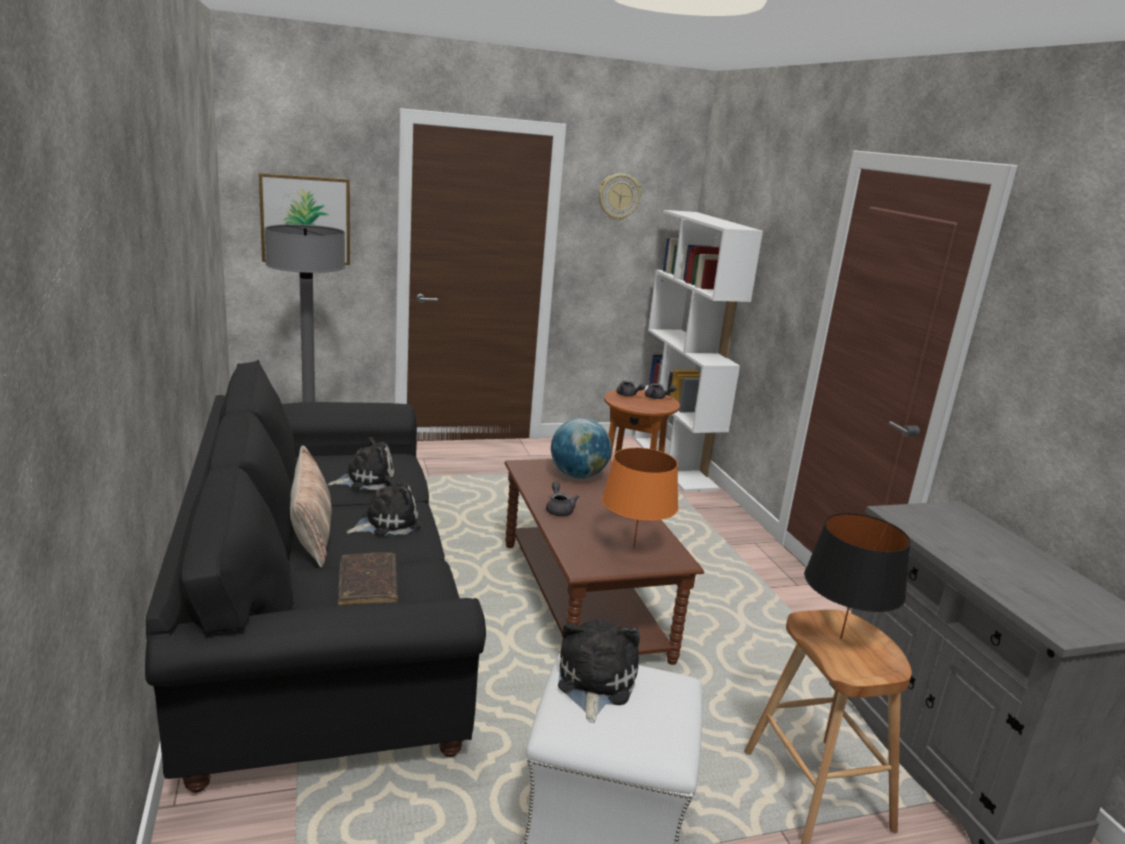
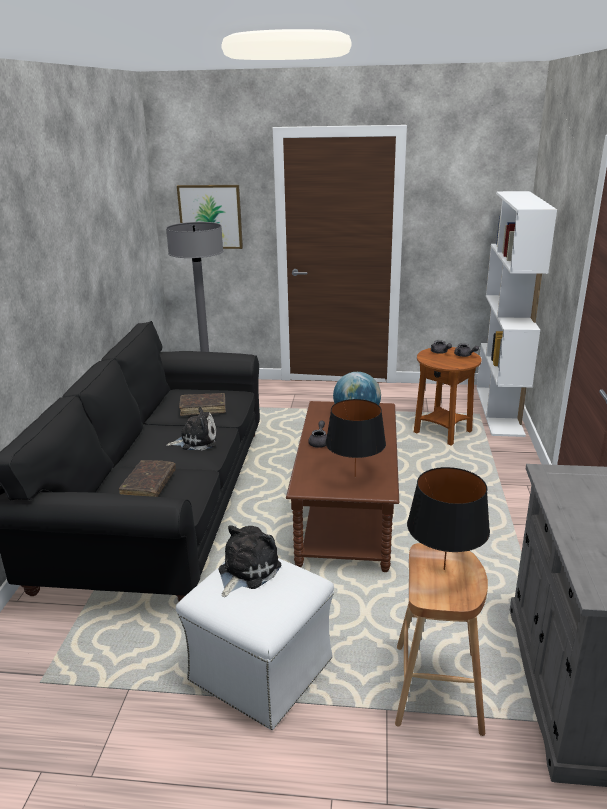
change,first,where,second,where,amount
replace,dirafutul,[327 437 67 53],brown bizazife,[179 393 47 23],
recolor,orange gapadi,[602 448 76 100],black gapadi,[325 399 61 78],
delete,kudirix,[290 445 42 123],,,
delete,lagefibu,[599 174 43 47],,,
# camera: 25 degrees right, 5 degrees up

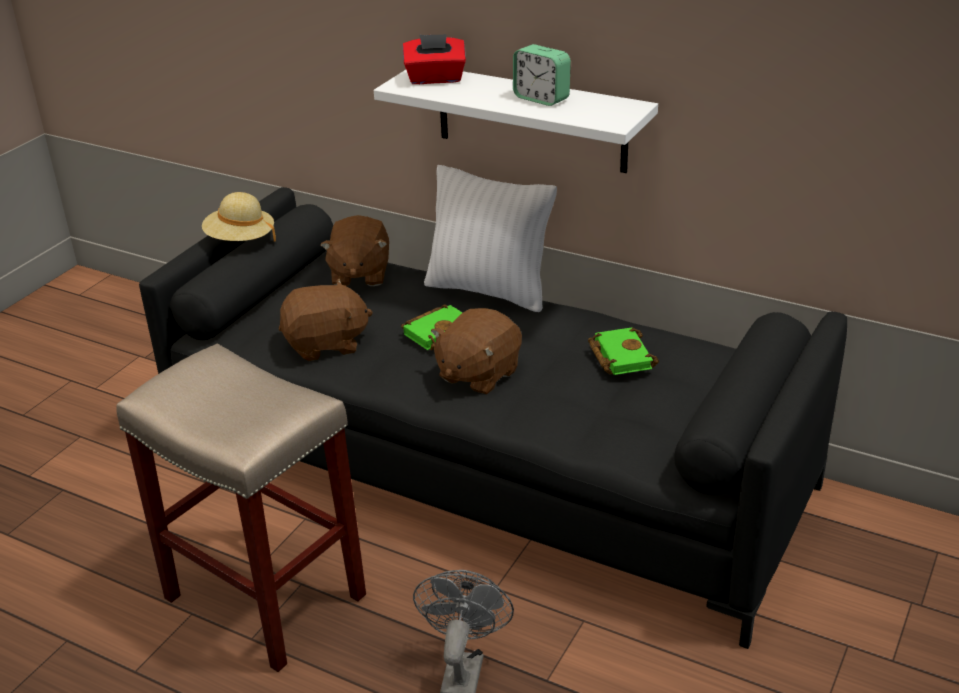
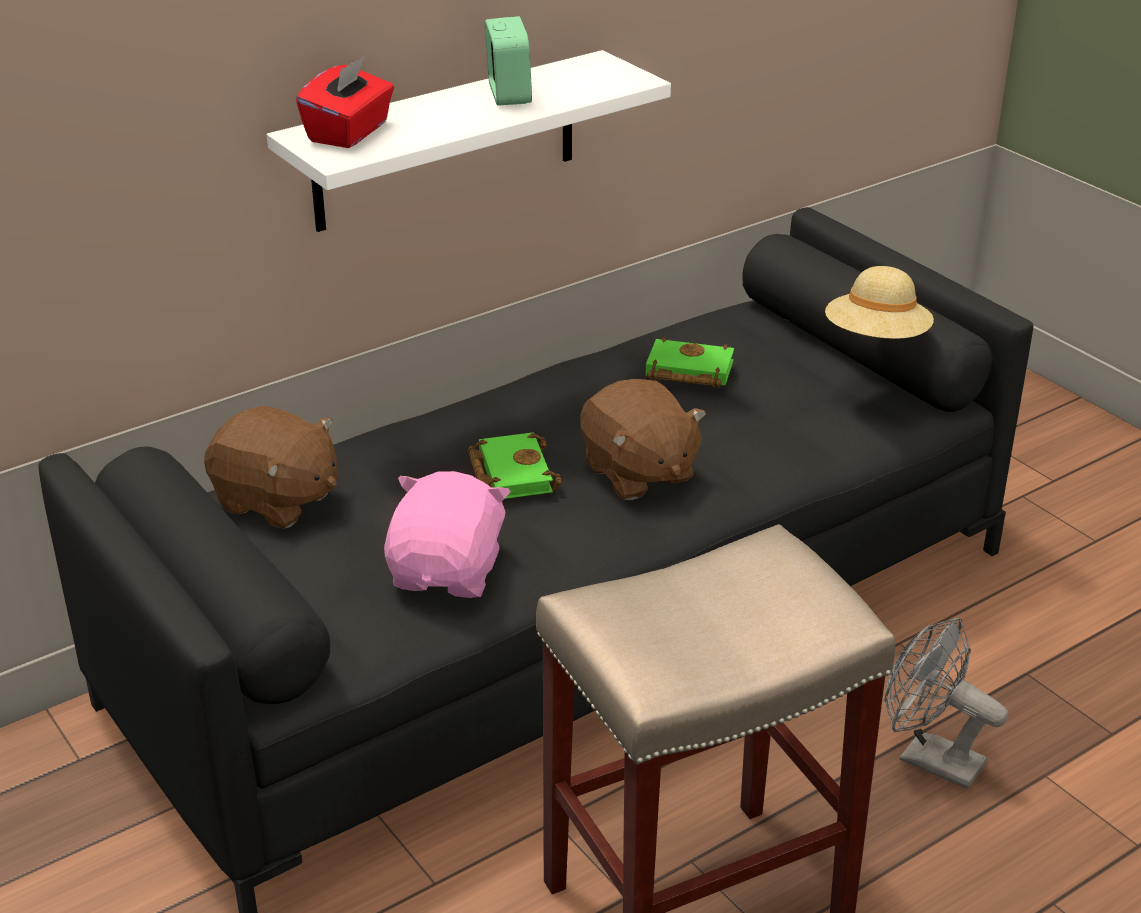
change,first,where,second,where,amount
recolor,brown dirafutul,[279 278 94 83],pink dirafutul,[384 471 126 127],
rotate,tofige,[513 44 58 62],,[485 16 47 90],75 degrees counterclockwise
move,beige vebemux,[202 192 74 50],,[825 266 109 73],
delete,white kudirix,[424 165 133 147],,,
# camera: 65 degrees left, 0 degrees up

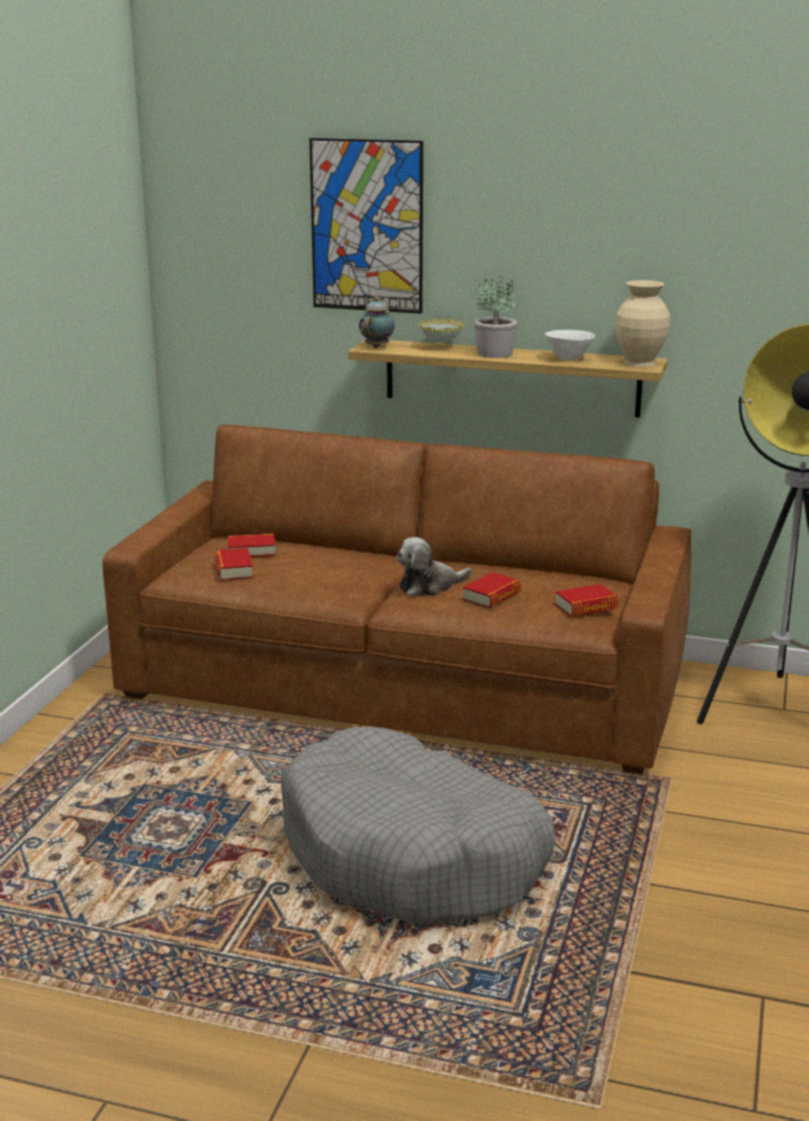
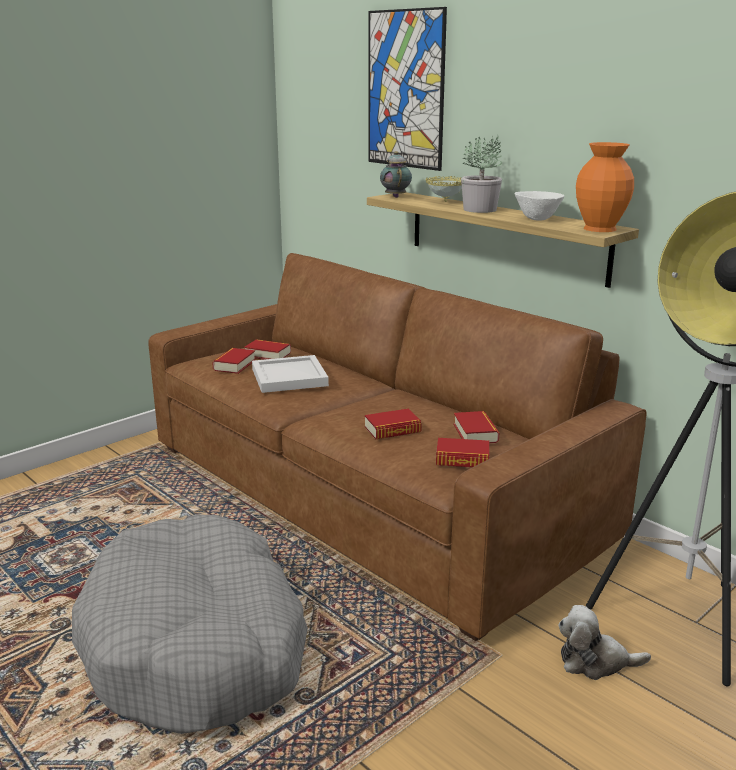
change,first,where,second,where,amount
insert,,,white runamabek,[252 355 77 38],
rotate,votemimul,[359 297 36 51],,[380 151 32 47],60 degrees counterclockwise
insert,,,bizazife,[453 411 46 33],
move,dirafutul,[396 537 76 60],,[558 605 93 75],
recolor,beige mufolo,[615 280 55 87],orange mufolo,[576 142 58 90],
# camera: 30 degrees right, 0 degrees up

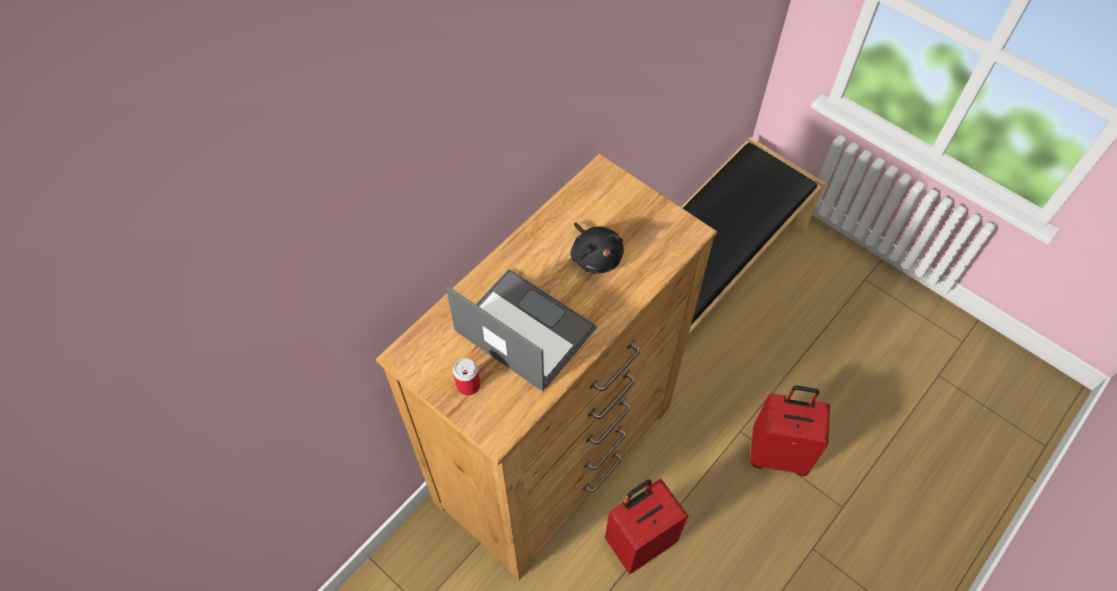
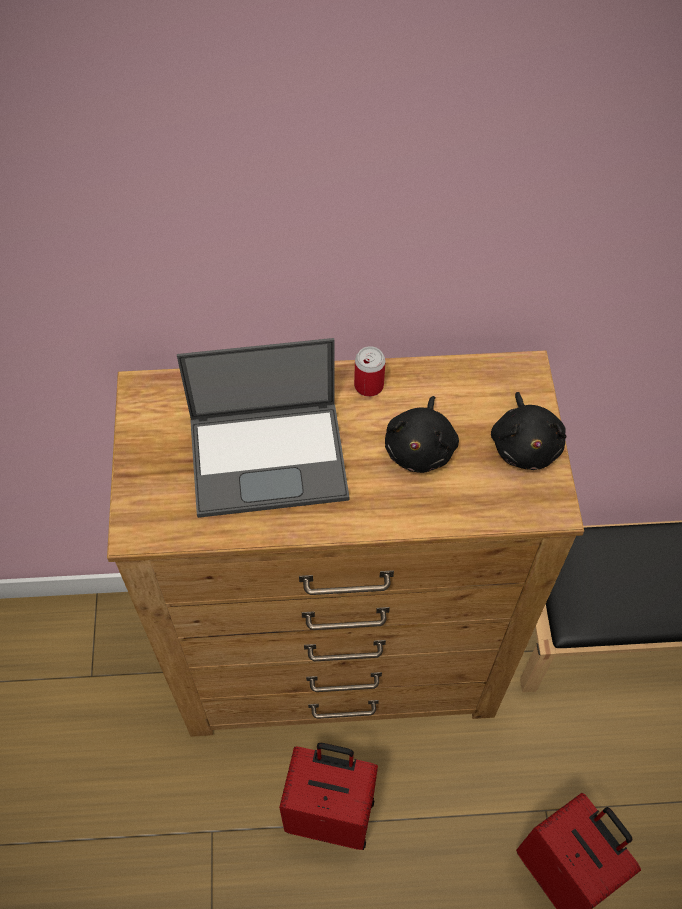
change,first,where,second,where,amount
rotate,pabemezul,[446 269 151 122],,[177 338 172 180],90 degrees clockwise
move,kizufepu,[453 358 27 38],,[354 346 32 51],
insert,,,black dirafutul,[491 392 75 78],
# camera: 45 degrees right, 0 degrees up

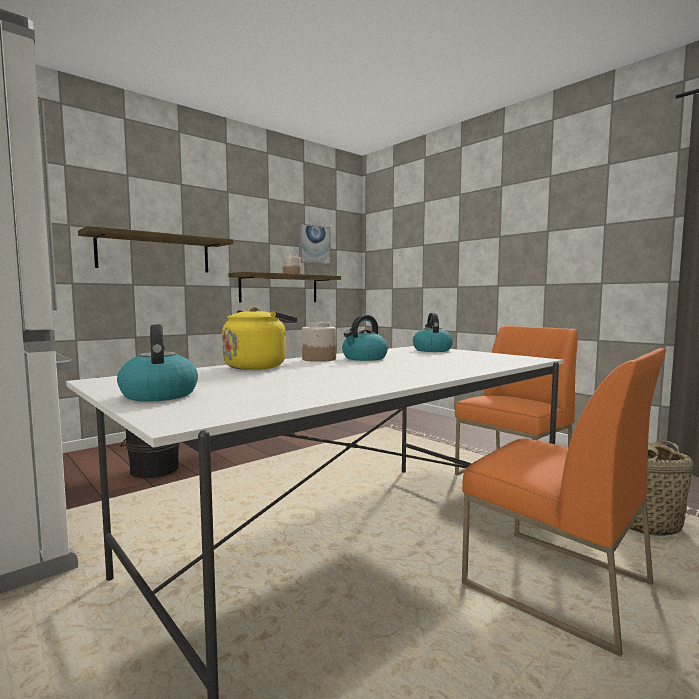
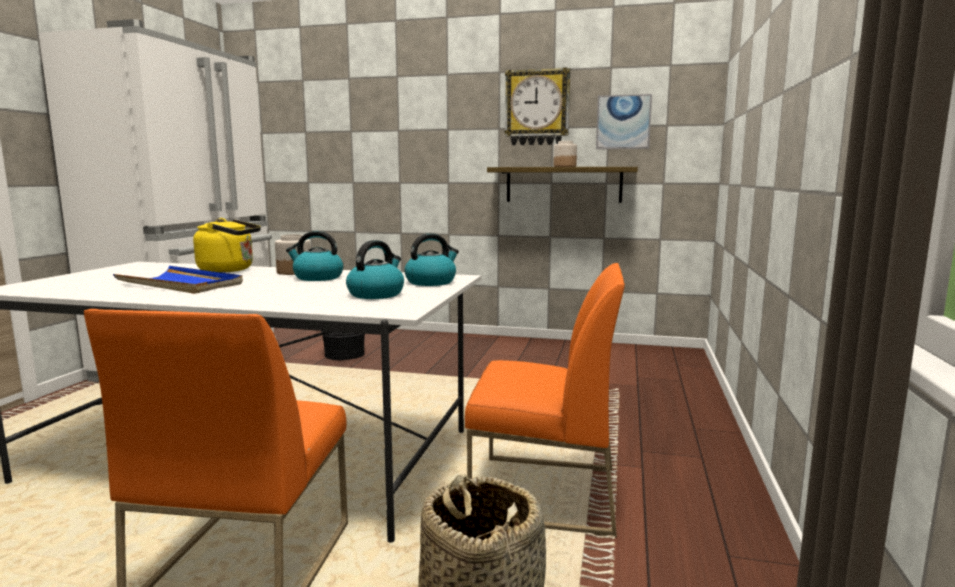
change,first,where,second,where,amount
insert,,,blue runamabek,[113 266 130 28],
move,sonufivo,[117 324 81 77],,[346 240 58 59],
insert,,,lagefibu,[505 67 65 78],
delete,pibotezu,[78 226 155 47],,,
# camera: 55 degrees right, 5 degrees up

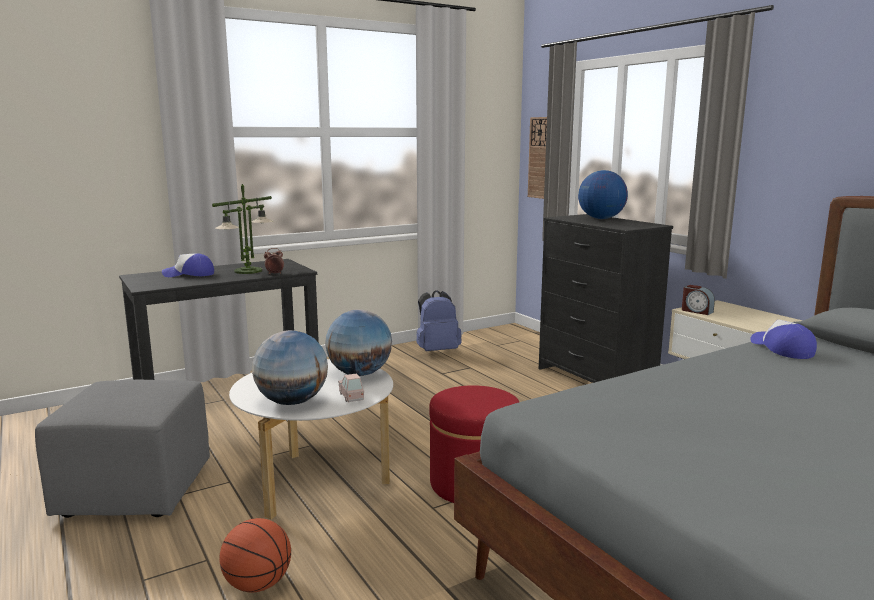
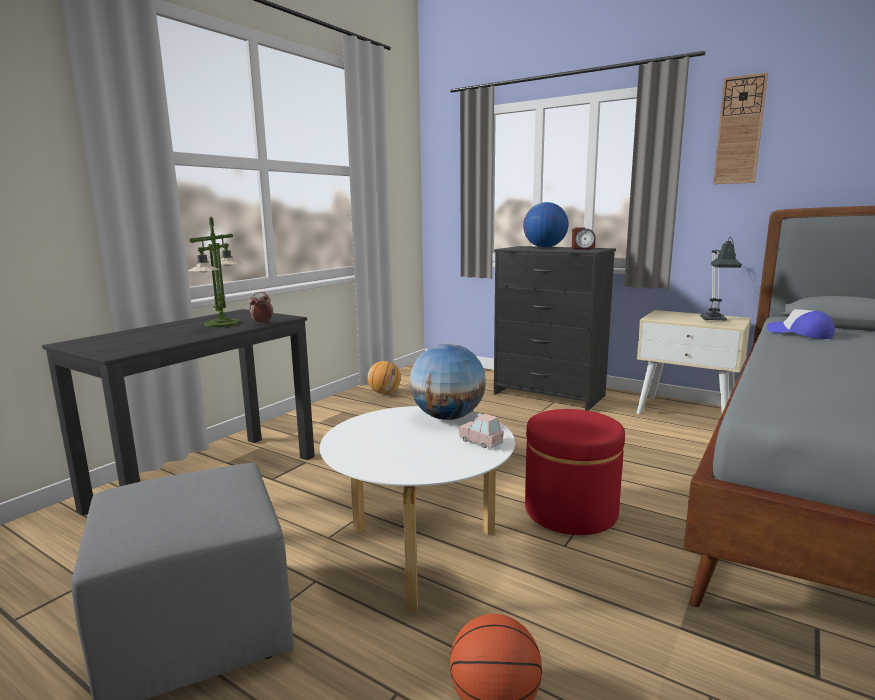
change,first,where,second,where,amount
replace,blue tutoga,[417 290 44 61],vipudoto,[367 361 34 33],
move,tofige,[682 285 33 30],,[572 227 24 22],
insert,,,gapadi,[700 237 42 84],
move,lagefibu,[528 117 19 82],,[713 72 55 112],
delete,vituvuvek,[162 253 52 24],,,
delete,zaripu,[252 330 76 75],,,
# camera: 25 degrees left, 0 degrees up

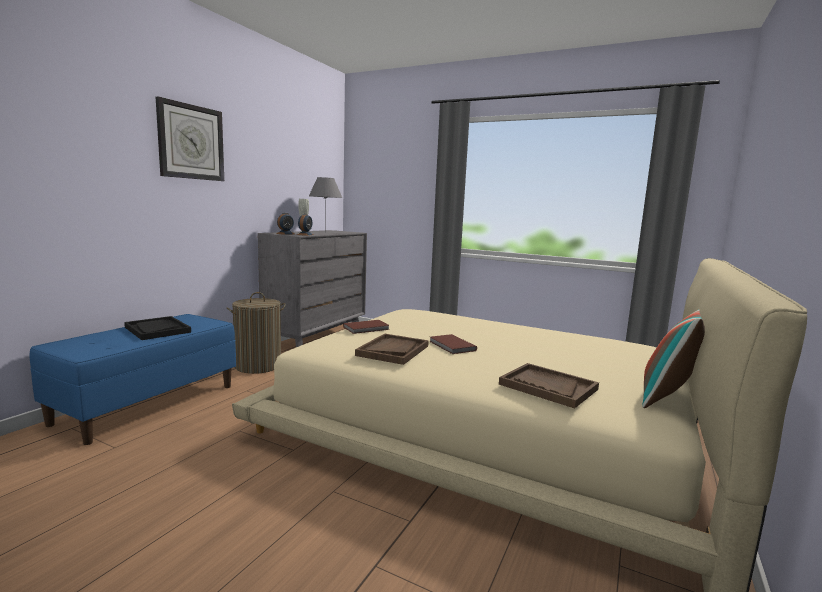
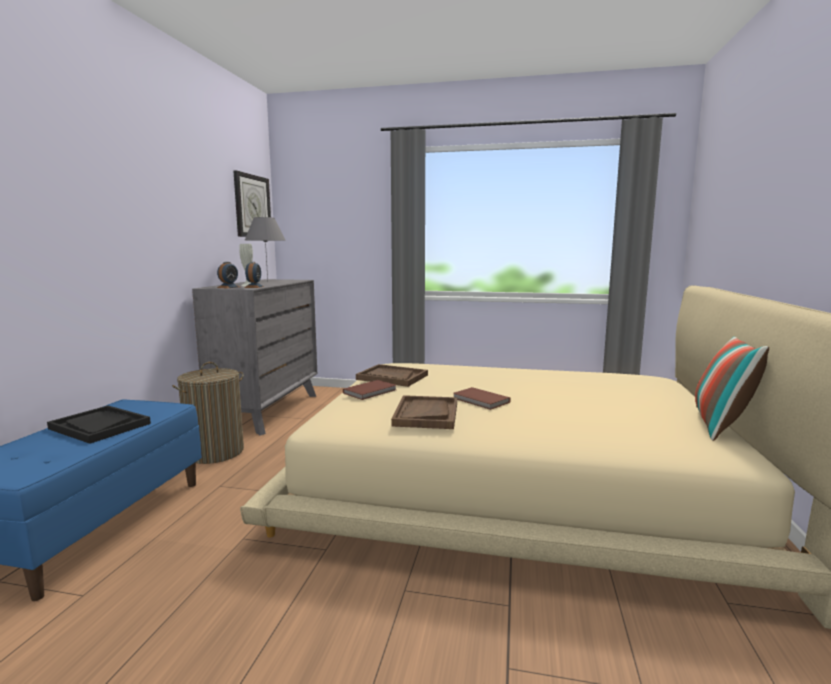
change,first,where,second,where,amount
move,lagefibu,[156 96 68 85],,[234 170 37 67],
move,brown runamabek,[499 363 100 46],,[356 364 72 23],
# camera: 15 degrees left, 0 degrees up

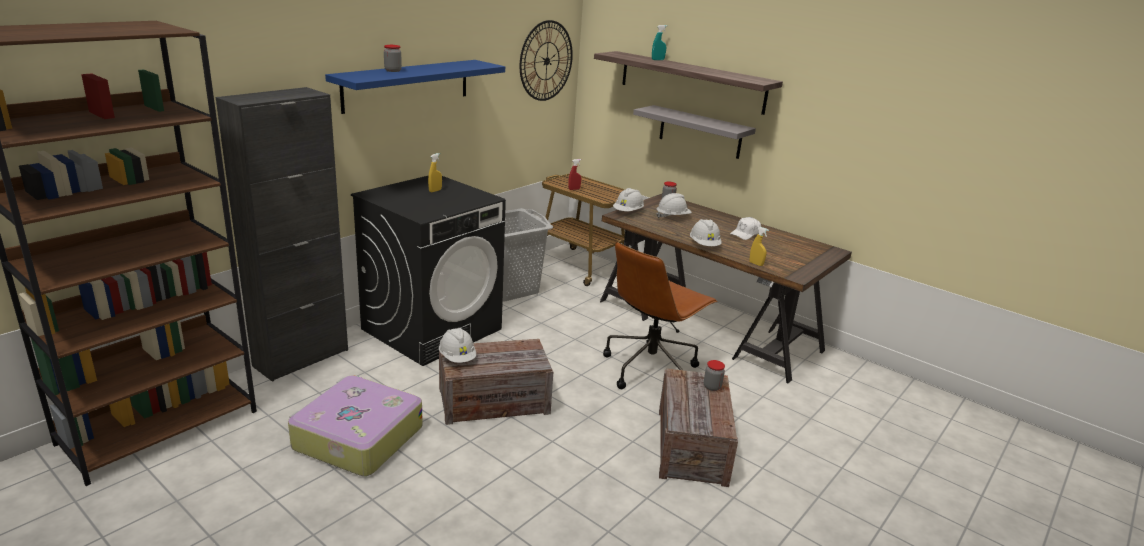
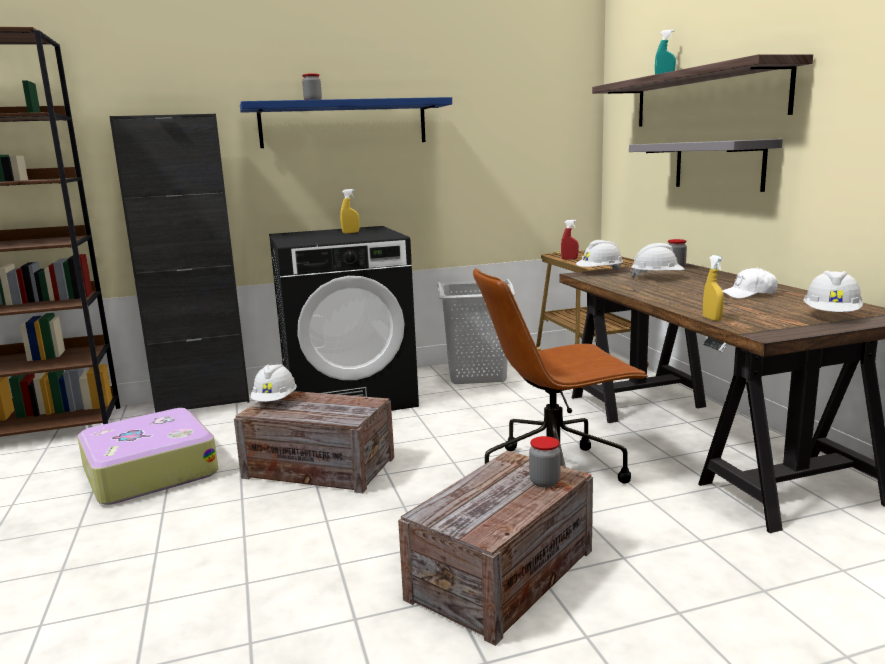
change,first,where,second,where,amount
move,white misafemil,[690 219 32 27],,[803 271 60 41],
delete,lagefibu,[520 20 53 81],,,
# camera: 35 degrees right, 10 degrees down

